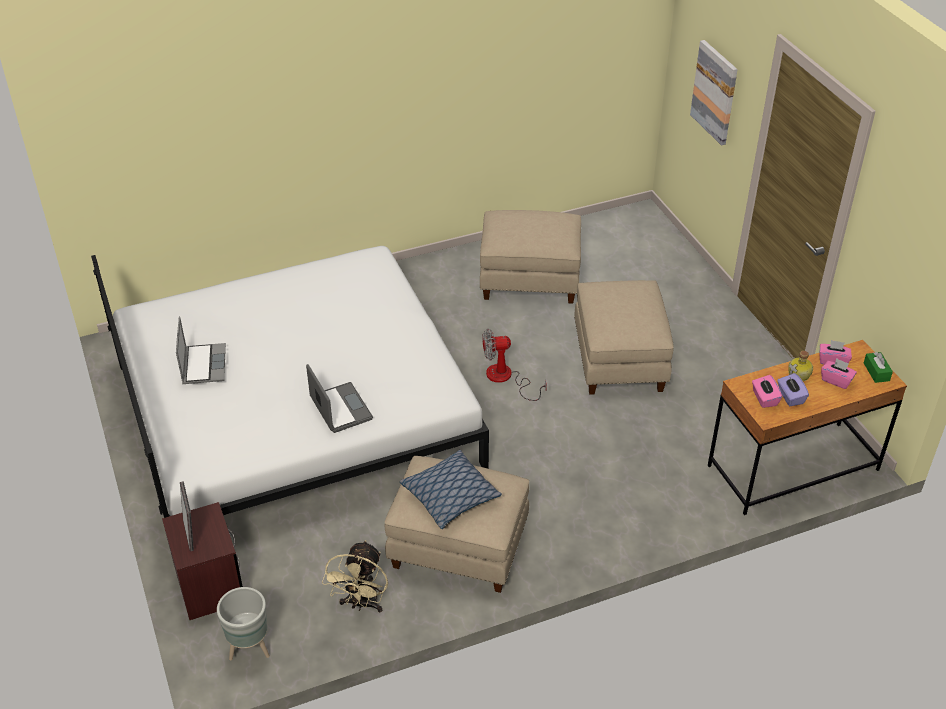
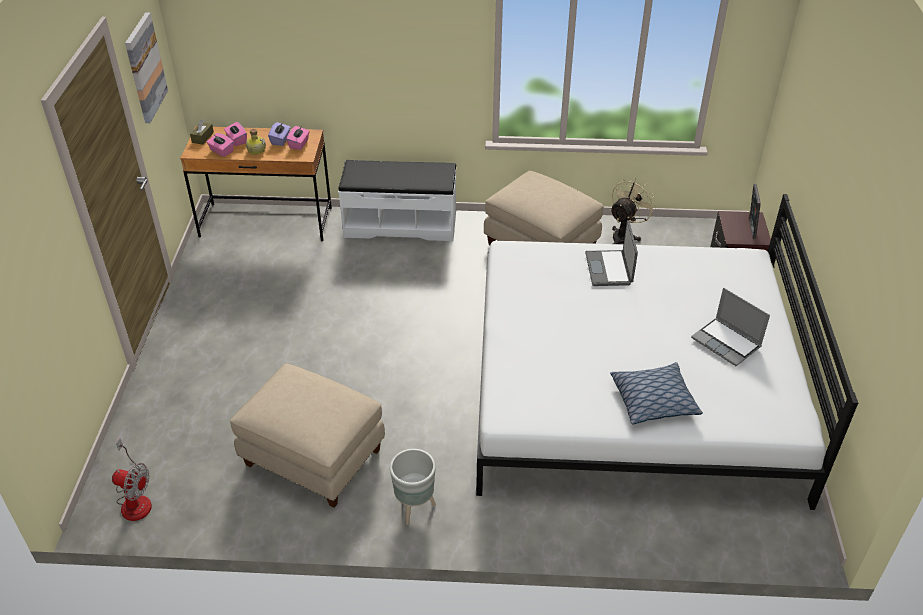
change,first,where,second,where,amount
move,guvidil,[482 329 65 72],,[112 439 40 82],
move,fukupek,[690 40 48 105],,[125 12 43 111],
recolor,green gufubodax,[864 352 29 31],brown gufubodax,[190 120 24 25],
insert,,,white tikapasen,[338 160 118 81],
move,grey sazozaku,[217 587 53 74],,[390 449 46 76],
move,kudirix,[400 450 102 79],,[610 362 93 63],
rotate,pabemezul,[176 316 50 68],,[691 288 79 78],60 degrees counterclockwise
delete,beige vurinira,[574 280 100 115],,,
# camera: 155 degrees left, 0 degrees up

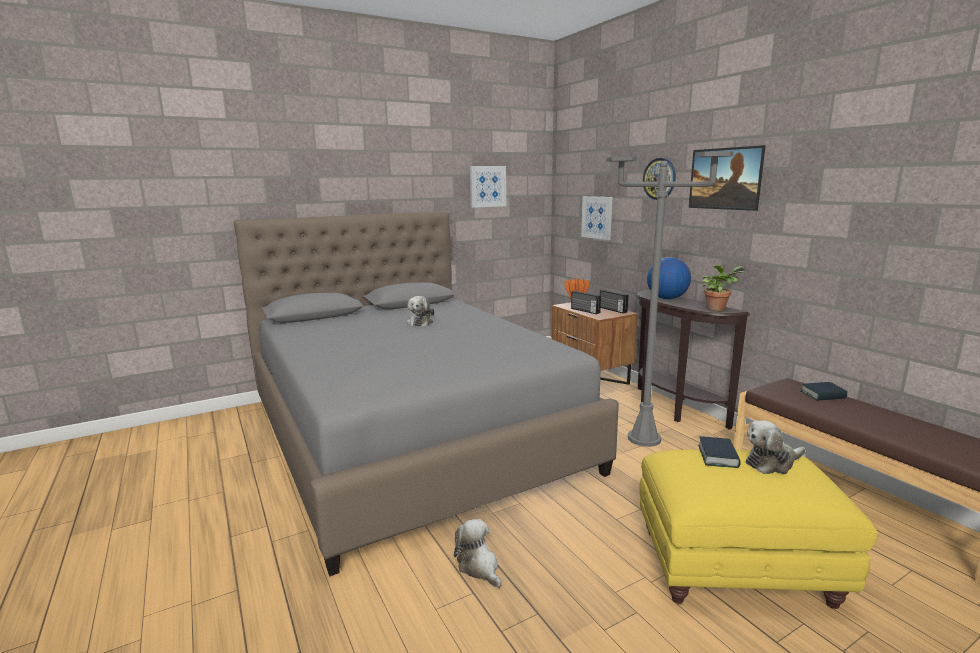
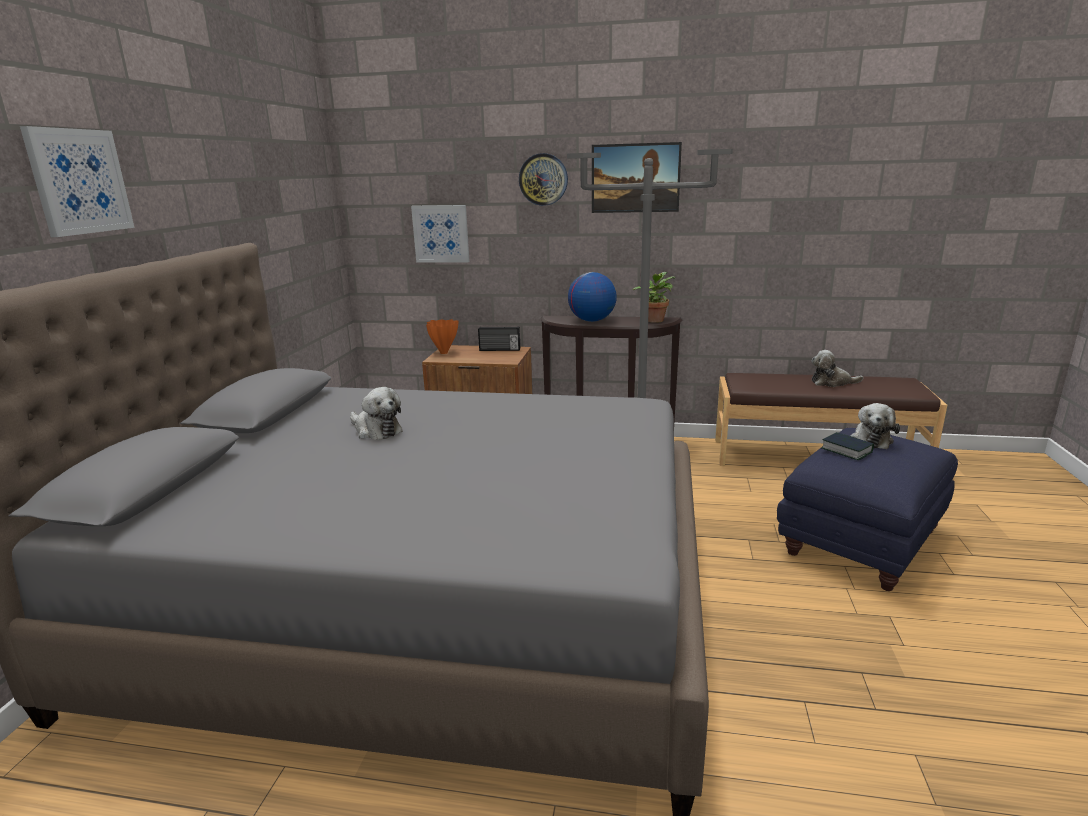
change,first,where,second,where,amount
move,fukupek,[470 166 36 42],,[20 126 115 111],
recolor,yellow vurinira,[639 449 239 160],blue vurinira,[777 428 181 163],
move,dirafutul,[454 519 47 68],,[811 350 53 37],
delete,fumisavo,[571 291 30 23],,,
delete,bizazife,[800 382 48 19],,,
# camera: 50 degrees left, 5 degrees up

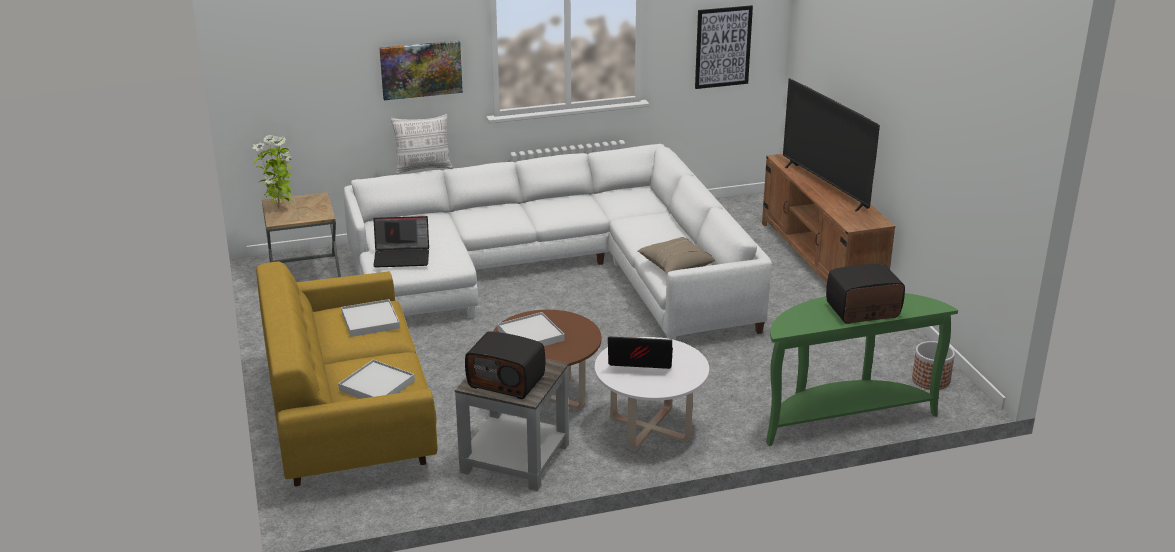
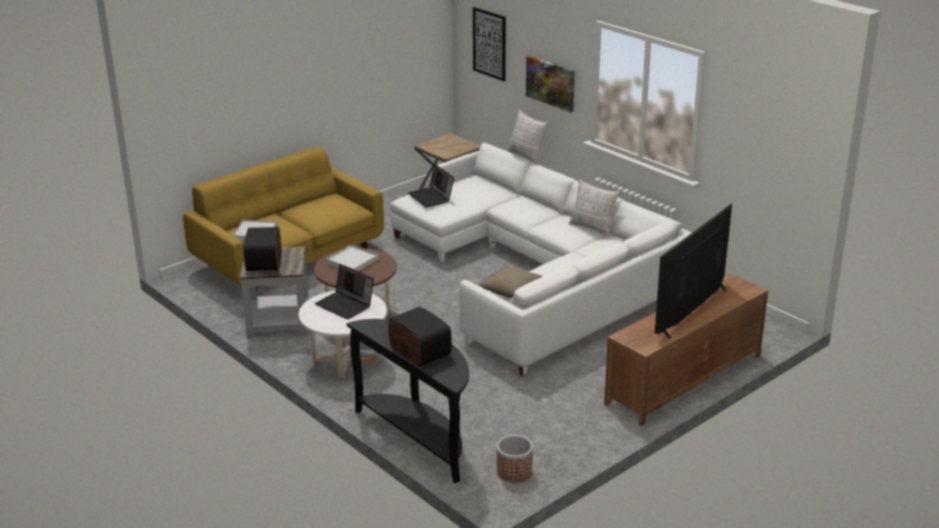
change,first,where,second,where,amount
rotate,pabemezul,[608 336 65 33],,[315 264 59 55],150 degrees clockwise
recolor,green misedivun,[766 293 192 153],black misedivun,[347 319 122 164],
move,fukupek,[695 5 58 84],,[473 7 33 74],
insert,,,kudirix,[569 179 50 58],
delete,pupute,[252 135 40 74],,,
delete,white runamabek,[341 299 59 38],,,
# camera: 65 degrees right, 0 degrees up

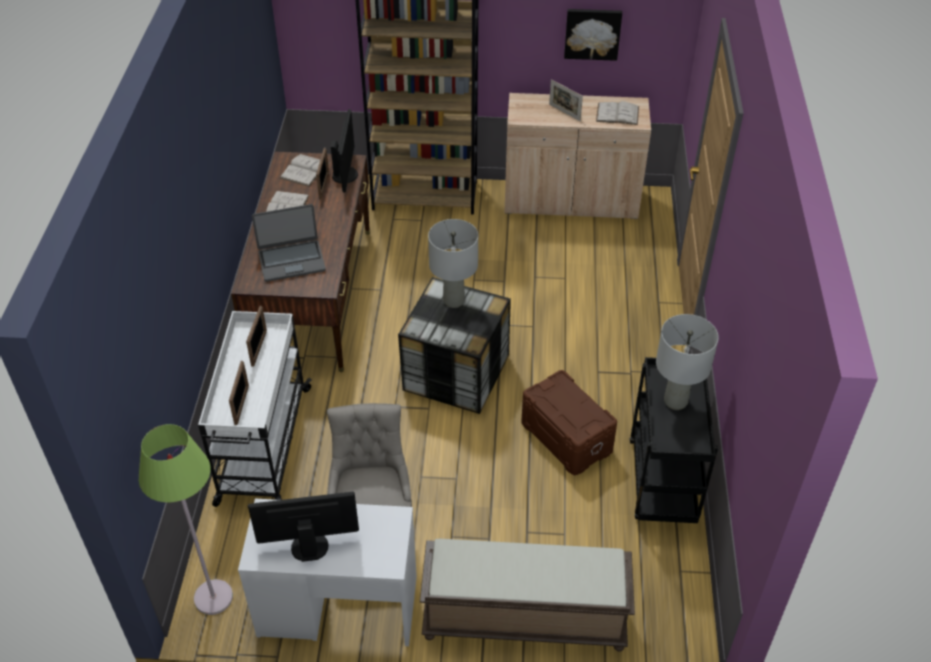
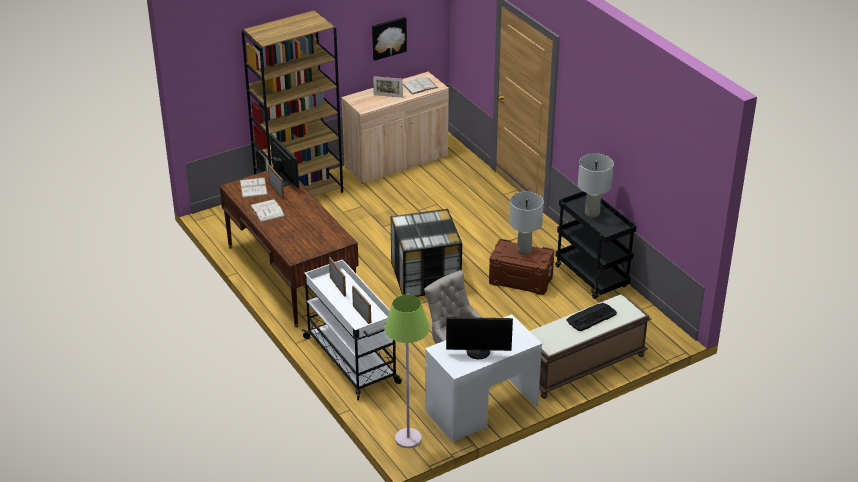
change,first,where,second,where,amount
rotate,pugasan,[248 492 111 70],,[446 317 67 42],135 degrees counterclockwise
move,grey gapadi,[428 219 50 89],,[509 191 35 64],
insert,,,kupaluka,[566 303 51 28],
delete,pabemezul,[252 204 74 78],,,
# camera: 35 degrees left, 10 degrees down

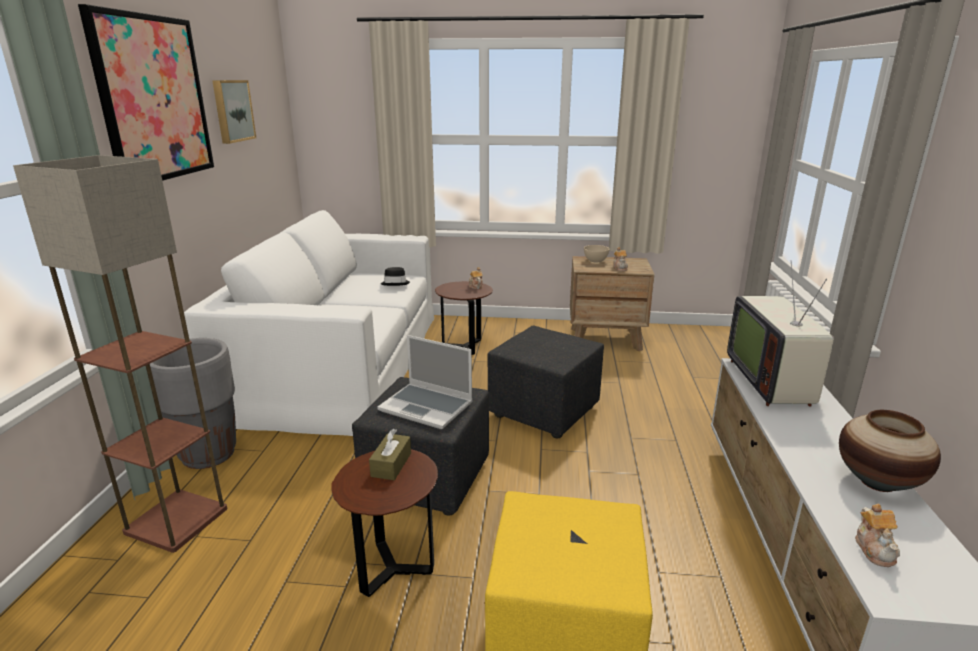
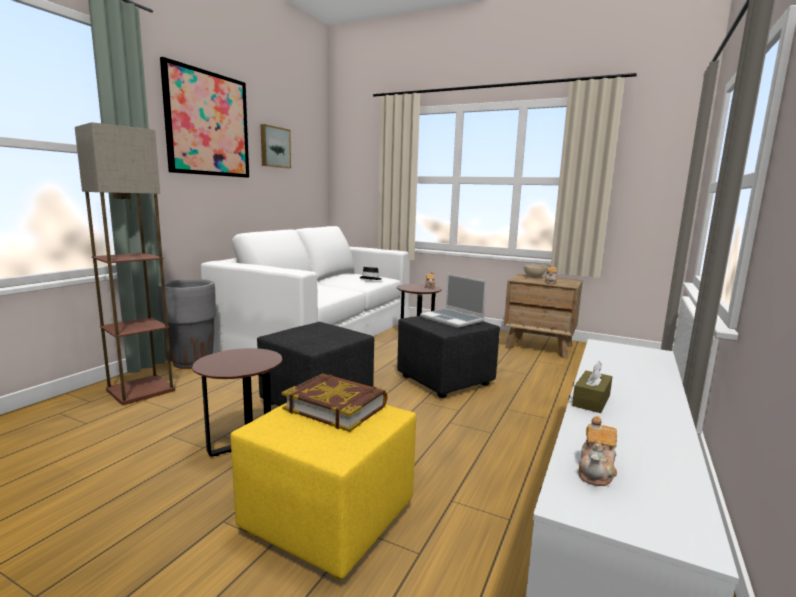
change,first,where,second,where,amount
insert,,,bizazife,[282 373 105 59],
move,pabemezul,[377 335 96 94],,[420 273 67 55],
move,brown gufubodax,[369 428 42 52],,[572 361 40 52],
delete,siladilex,[727 261 107 146],,,
delete,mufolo,[839 410 102 82],,,
# camera: 20 degrees right, 10 degrees down

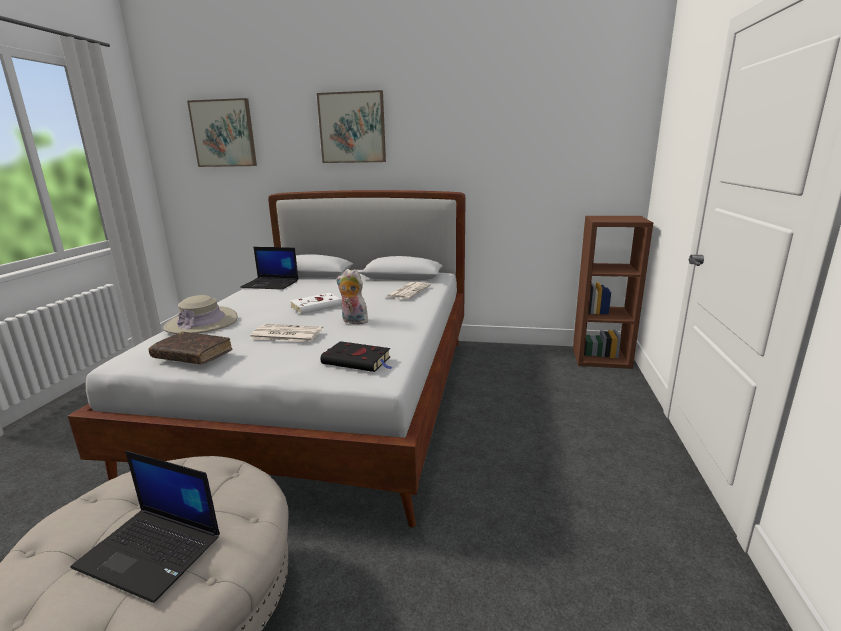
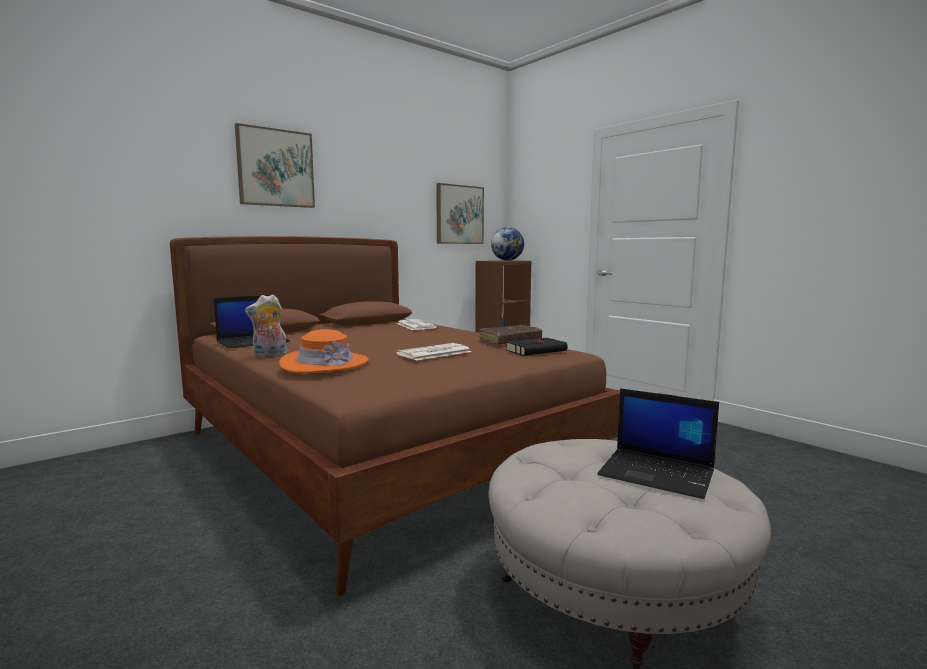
change,first,where,second,where,amount
recolor,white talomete,[68 190 398 338],brown talomete,[170 236 450 360],
move,dirafutul,[336 269 32 56],,[245 294 42 63],
recolor,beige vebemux,[163 295 75 39],orange vebemux,[279 329 90 45],
move,fukupek,[187 98 70 69],,[436 183 48 61],
move,brown bizazife,[148 332 84 32],,[479 325 63 20],
insert,,,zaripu,[491 227 33 34],
rotate,pabemezul,[70 451 150 152],,[597 388 122 111],60 degrees clockwise
delete,white bizazife,[290 293 52 21],,,
# camera: 50 degrees left, 10 degrees down

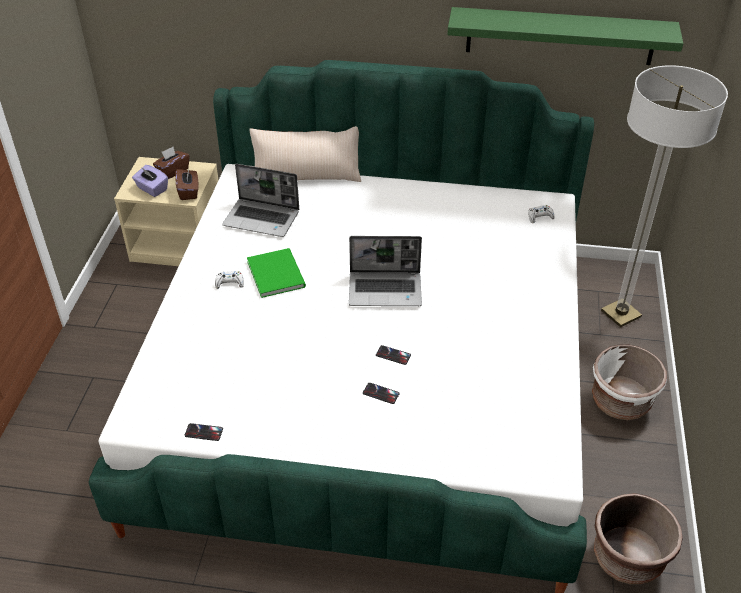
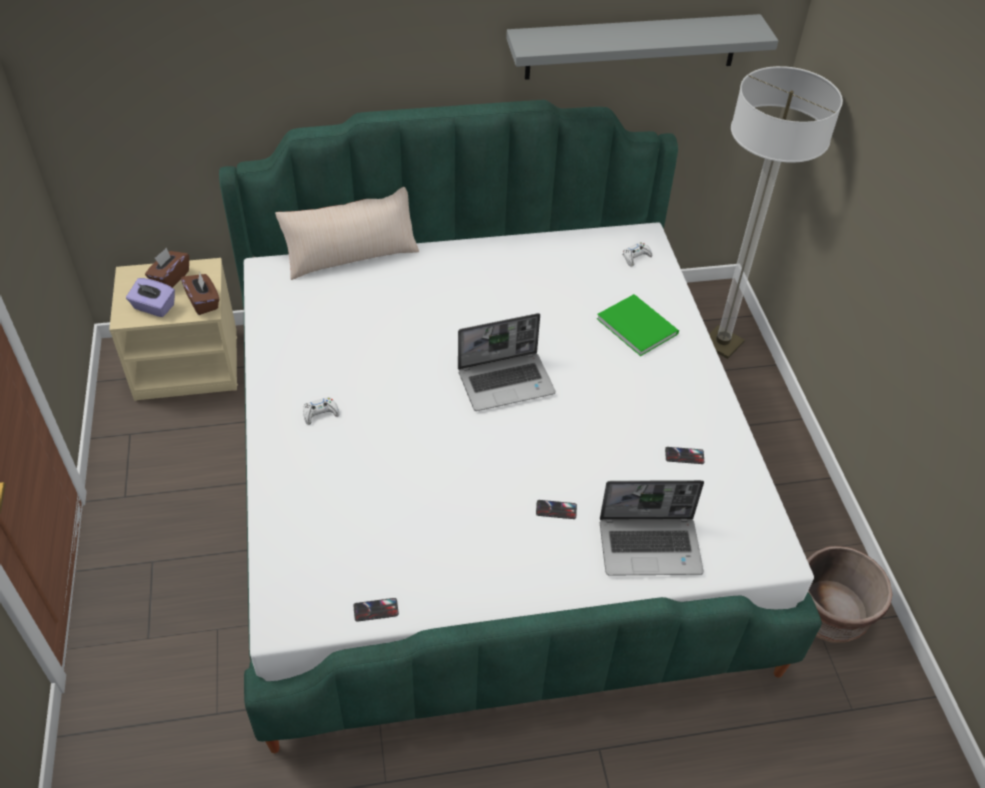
change,first,where,second,where,amount
recolor,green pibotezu,[447 7 236 58],grey pibotezu,[506 14 272 66],
move,green bizazife,[247 248 59 50],,[597 294 82 62],
move,pabemezul,[222 164 77 73],,[600 480 104 96],
move,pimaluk,[376 345 35 20],,[665 447 39 17],
delete,white sazozaku,[592 344 75 76],,,
# camera: 20 degrees left, 5 degrees up

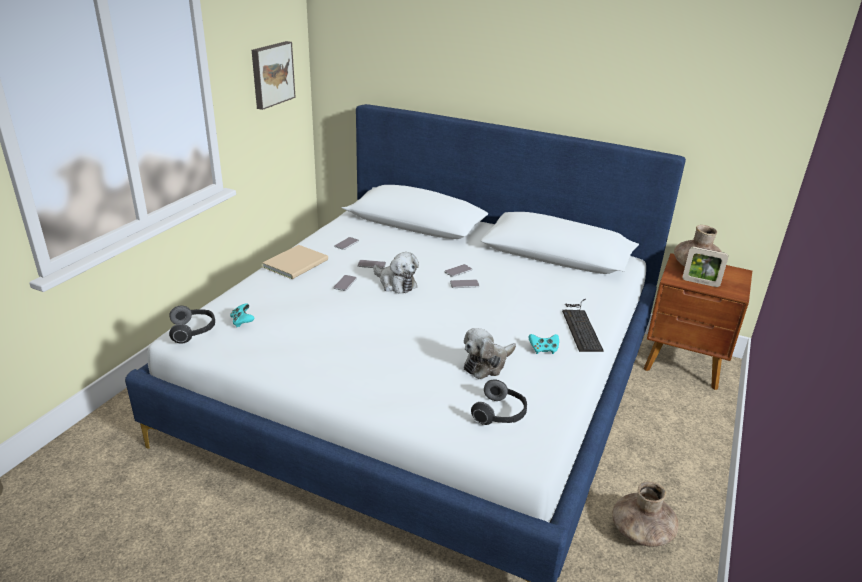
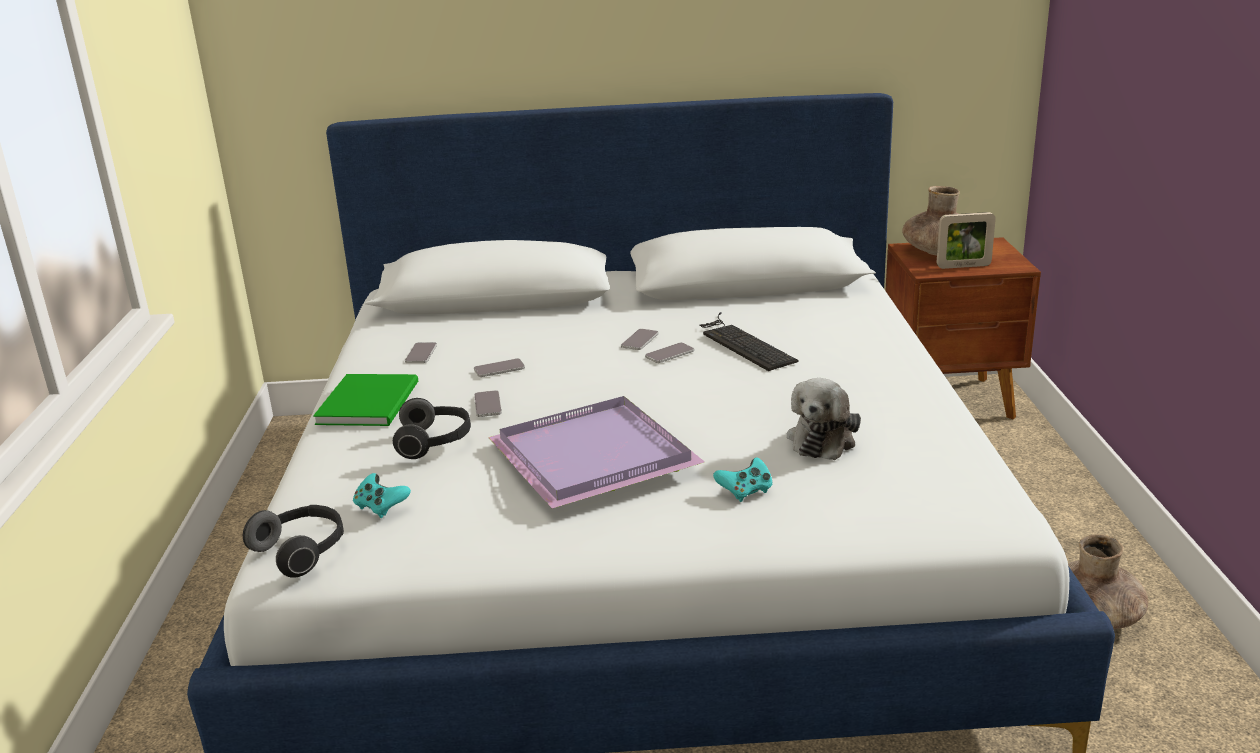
change,first,where,second,where,amount
recolor,beige bizazife,[262 245 66 34],green bizazife,[313 374 105 52],
move,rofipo,[471 380 56 45],,[393 398 78 61],
insert,,,purple runamabek,[488 396 217 113],
move,kupaluka,[562 299 42 53],,[699 312 99 59],
move,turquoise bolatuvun,[529 334 30 20],,[713 457 60 45],
delete,fukupek,[252 41 44 69],,,
delete,dirafutul,[373 252 46 41],,,
# camera: 25 degrees left, 5 degrees down

